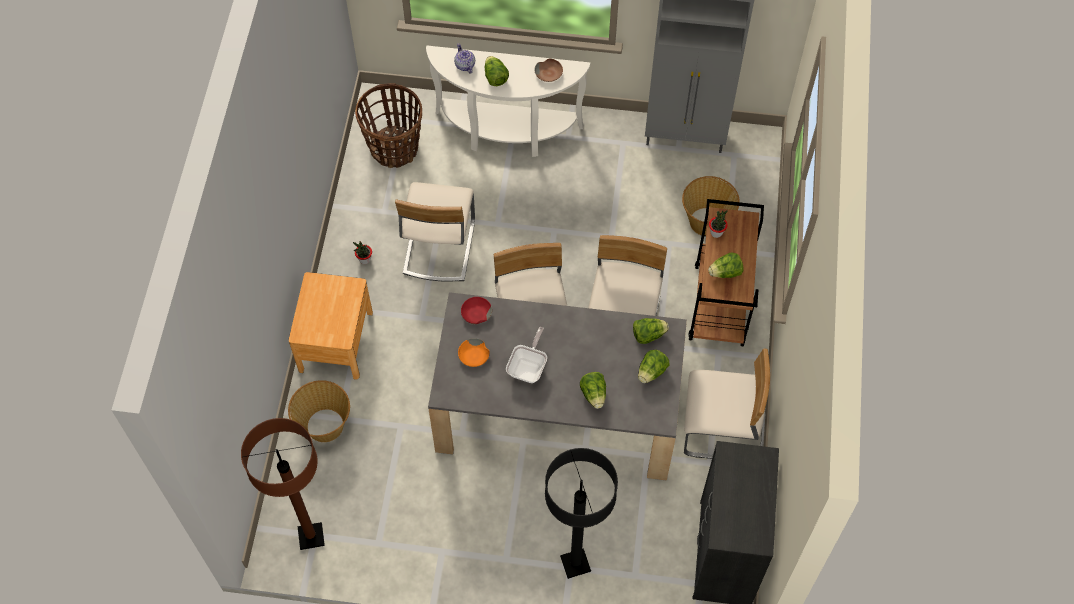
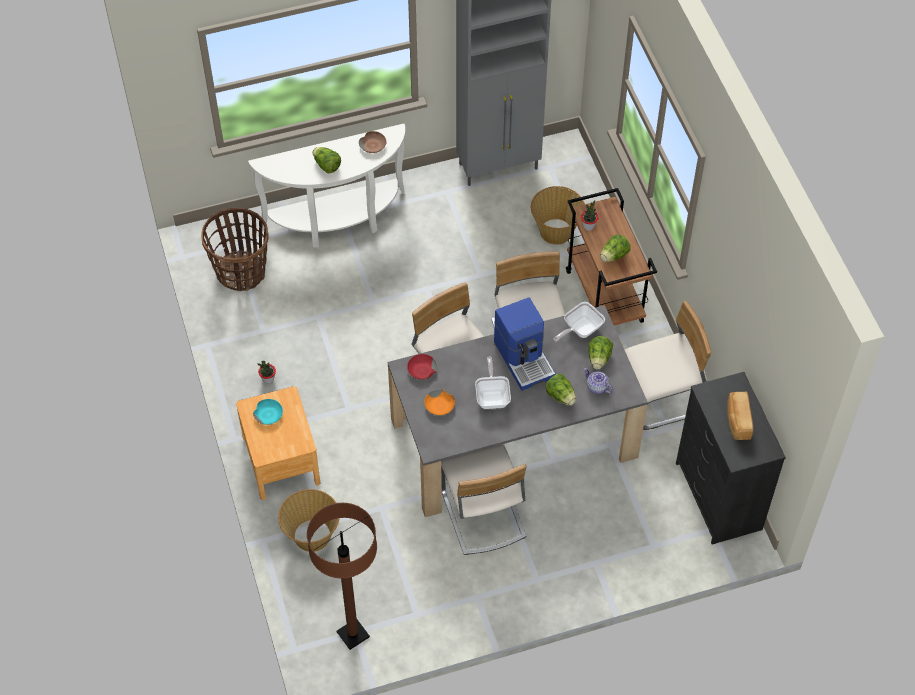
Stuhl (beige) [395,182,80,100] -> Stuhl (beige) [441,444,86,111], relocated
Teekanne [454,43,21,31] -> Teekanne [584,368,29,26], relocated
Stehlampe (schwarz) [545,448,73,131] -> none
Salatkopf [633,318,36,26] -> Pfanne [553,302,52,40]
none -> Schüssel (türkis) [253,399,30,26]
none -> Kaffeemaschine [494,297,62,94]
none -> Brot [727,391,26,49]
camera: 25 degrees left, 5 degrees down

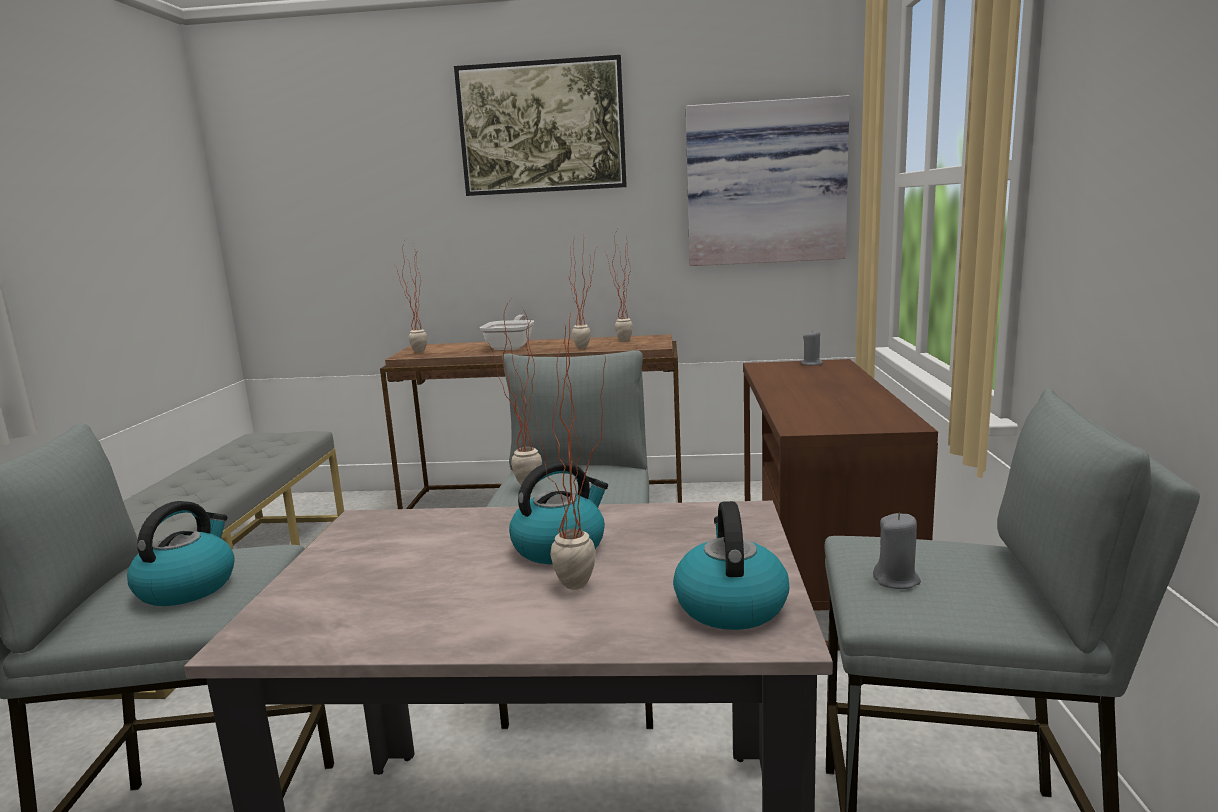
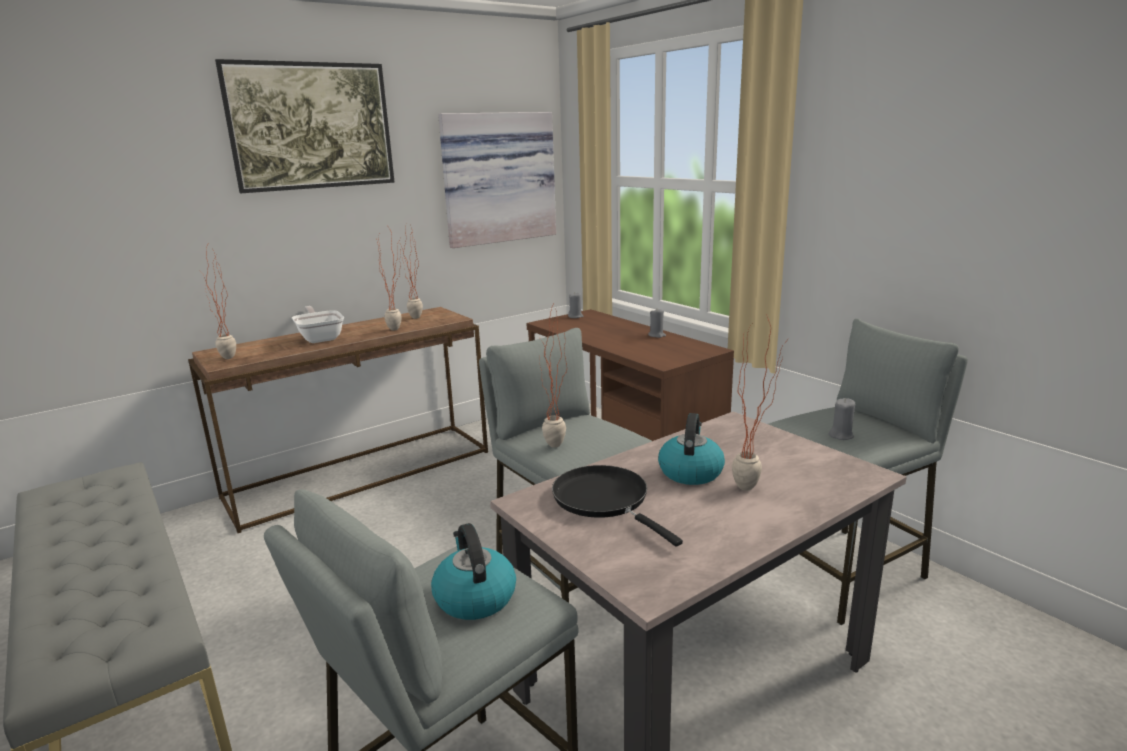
Wasserkessel [673,501,116,129] -> none
none -> Pfanne (schwarz) [552,465,131,82]
none -> Kerze (grau) [648,309,18,29]
camera: 40 degrees left, 5 degrees up

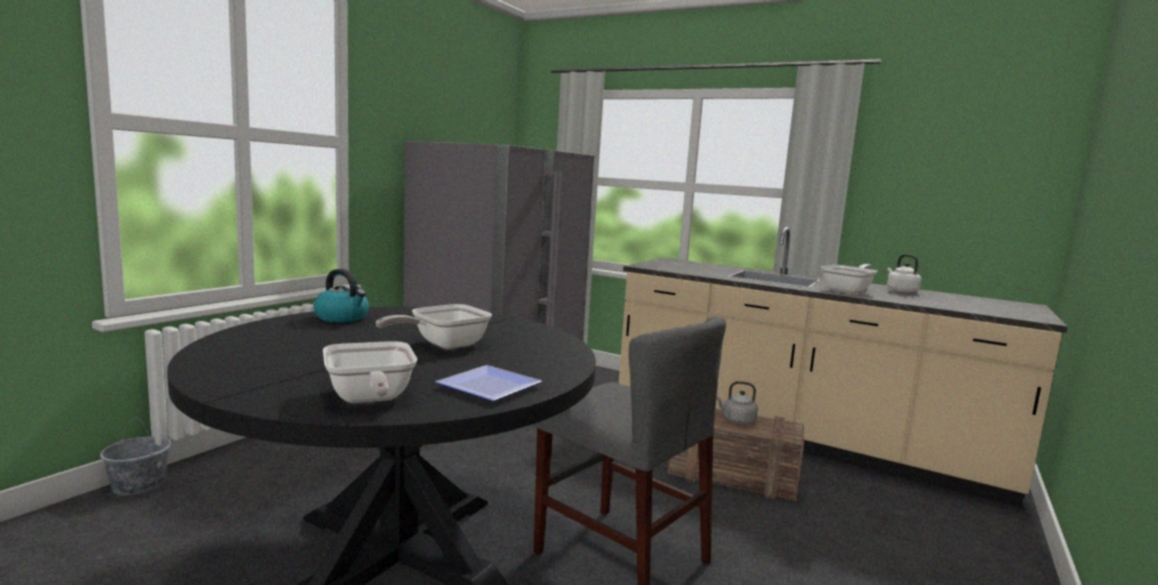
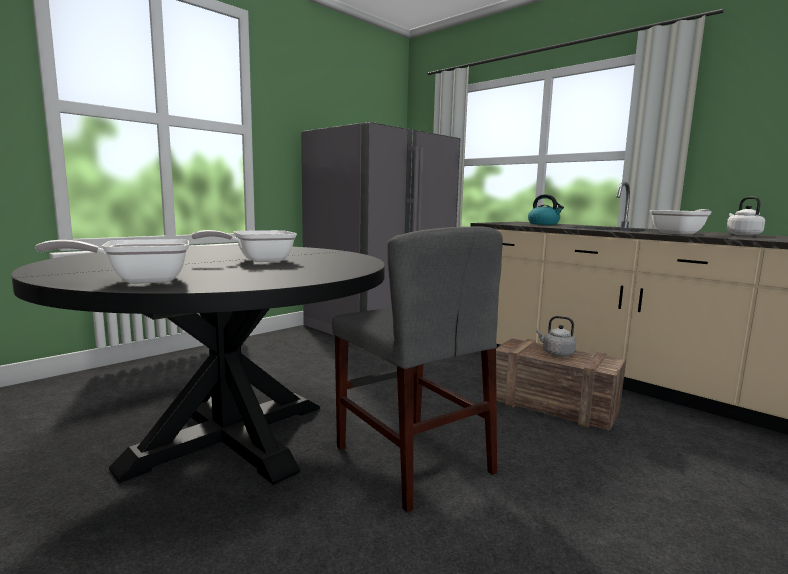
Eimer (grau) [100,418,71,78] -> none
Wasserkessel [314,269,55,53] -> Wasserkessel [528,194,36,31], relocated
Pfanne [323,341,94,62] -> Pfanne [35,239,154,45], 75 degrees clockwise
Teller [435,365,108,36] -> none
camera: 15 degrees right, 0 degrees up

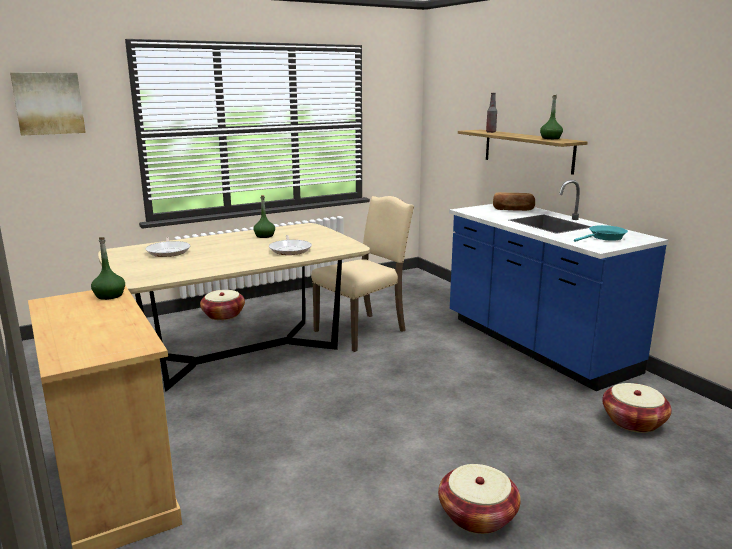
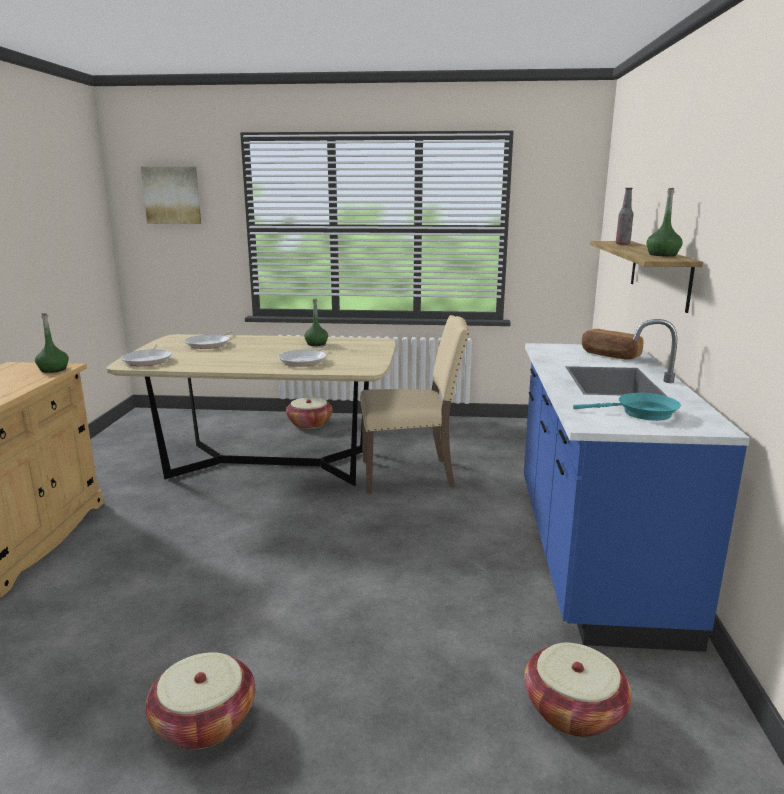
none -> Pfanne [121,345,51,21]
camera: 35 degrees right, 0 degrees up

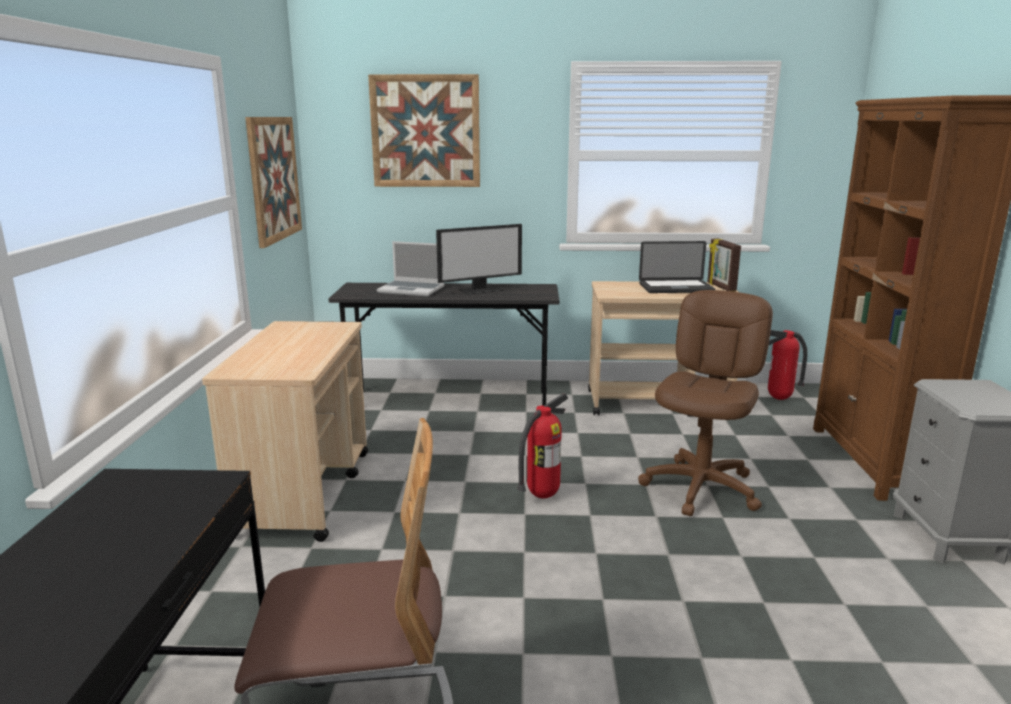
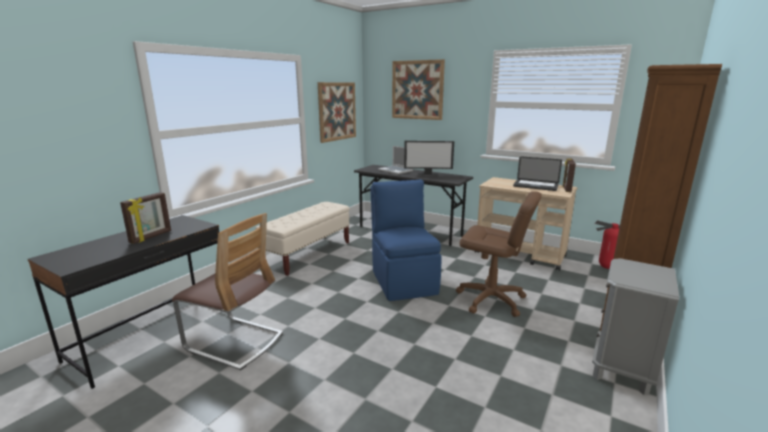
Rollwagen (beige) [202,321,166,221] -> Bank (beige) [255,202,95,74]
Feuerlöscher [517,393,51,105] -> Stuhl (blau) [370,179,71,122]
Bürostuhl (braun) [638,290,135,226] -> Bürostuhl (braun) [456,192,86,125], 60 degrees clockwise
none -> Bilderrahmen [120,192,51,52]
camera: 30 degrees right, 0 degrees up

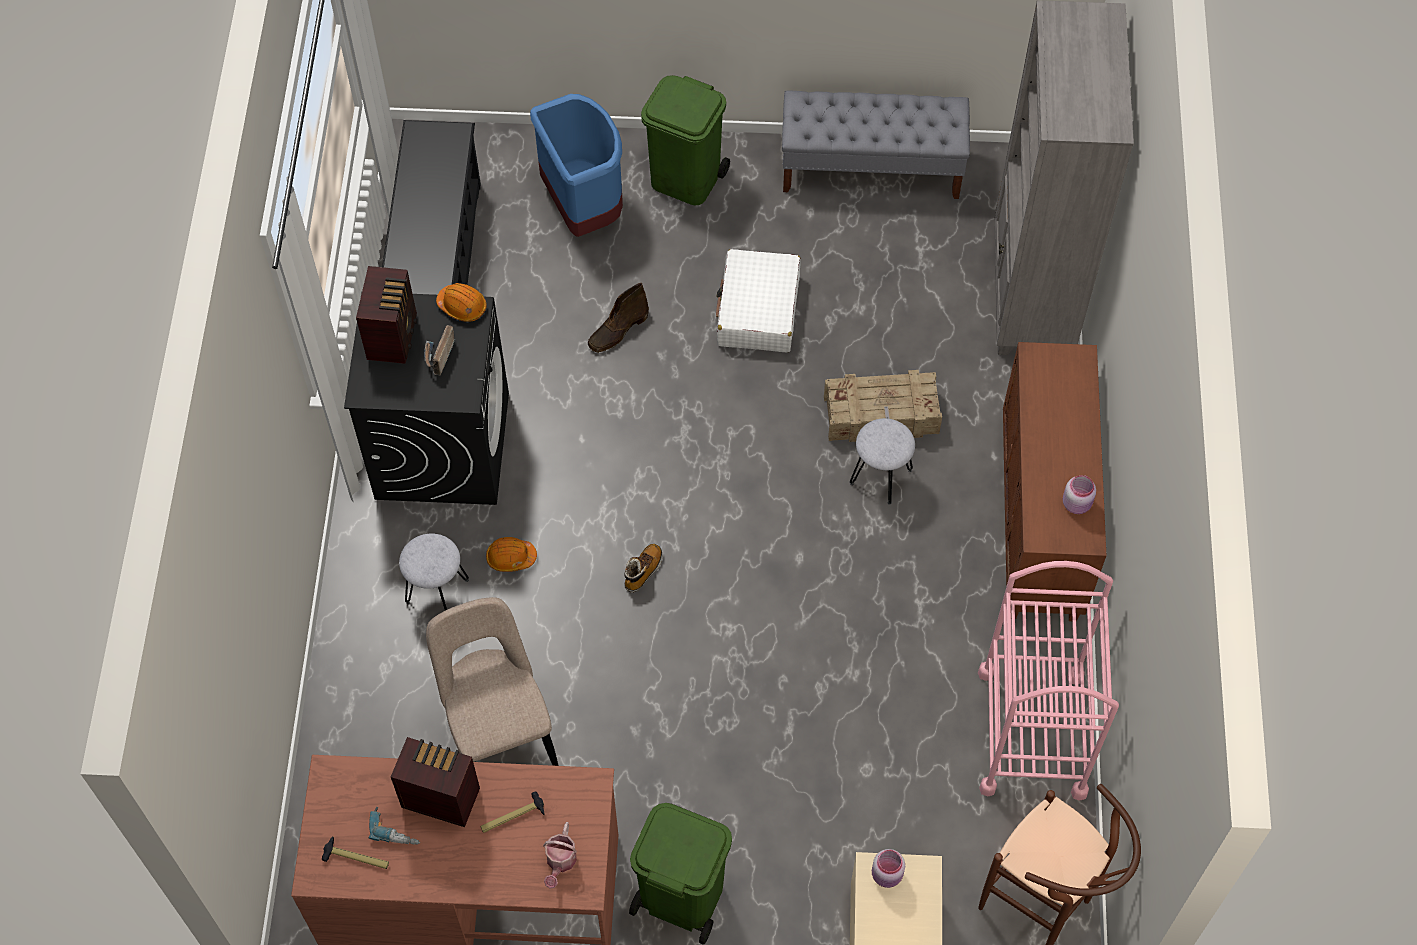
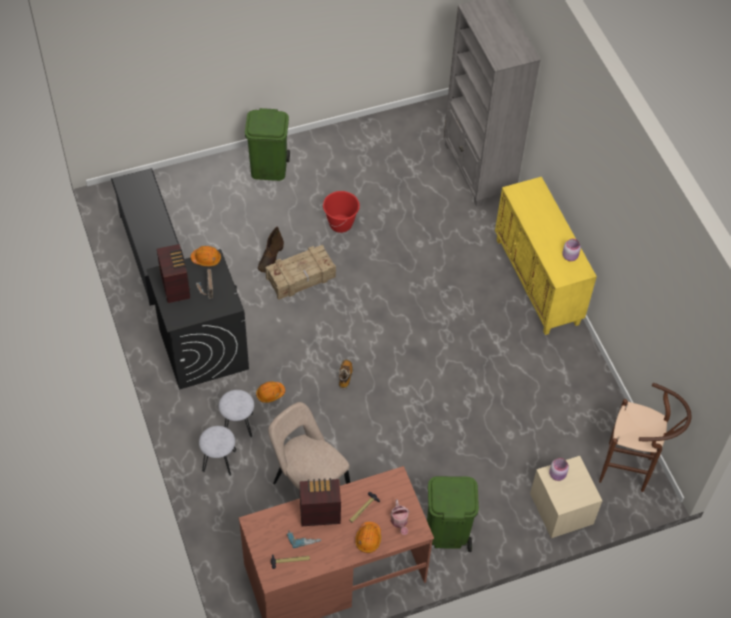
Mülleimer (blau) [530,94,93,143] -> none
Koffer (weiß) [716,249,85,103] -> Eimer (rot) [323,191,37,42]
Bank (grau) [782,91,188,108] -> none
Kiste [824,370,118,72] -> Kiste [265,245,71,55], relocated
Hocker (grau) [850,418,65,87] -> Hocker (grau) [199,426,37,50], relocated
Rollwagen (rosa) [978,561,141,240] -> none
Schrank (braun) [1003,342,103,280] -> Schrank (gelb) [495,177,102,158]
none -> Schutzhelm (orange) [355,522,26,31]
camera: 25 degrees left, 5 degrees down

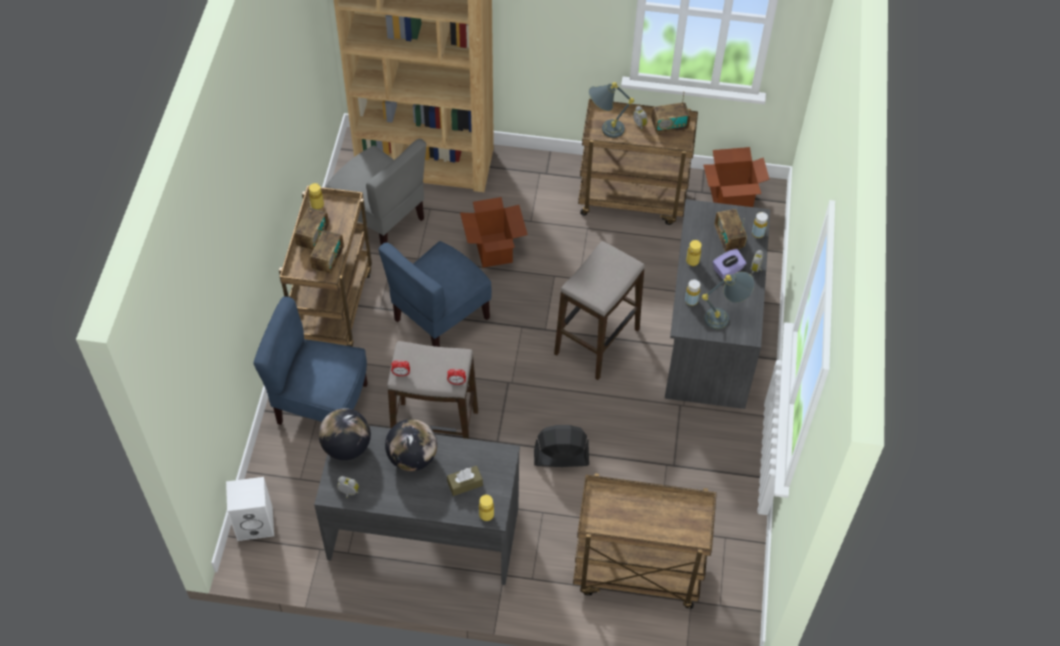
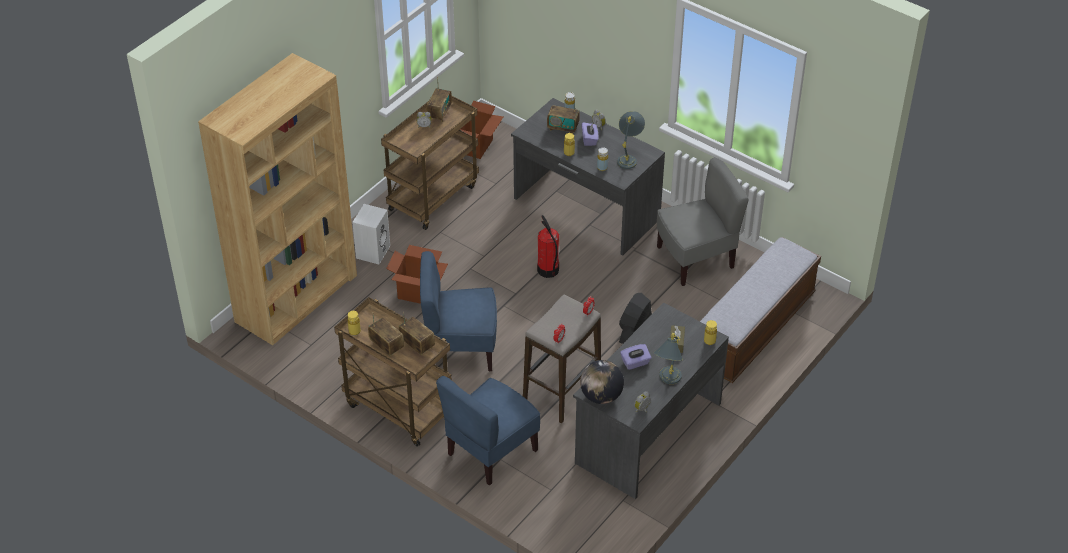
Lautsprecher (weiß) [226,477,48,64] -> Lautsprecher (weiß) [352,204,38,60], relocated
Stuhl (grau) [326,139,100,106] -> Stuhl (grau) [657,157,92,129], relocated
Stuhl (blau) [378,241,114,106] -> Stuhl (blau) [420,251,77,120], 105 degrees clockwise
Globus [385,419,52,52] -> Taschentuchbox (lila) [620,344,31,26]
Hocker [554,241,91,139] -> Feuerlöscher [537,215,22,63]
Rollwagen (braun) [573,473,144,136] -> Bank [700,237,121,146]
Tischlampe (grau) [589,82,45,56] -> Tischlampe (grau) [654,333,29,51], relocated
camera: 60 degrees left, 10 degrees down

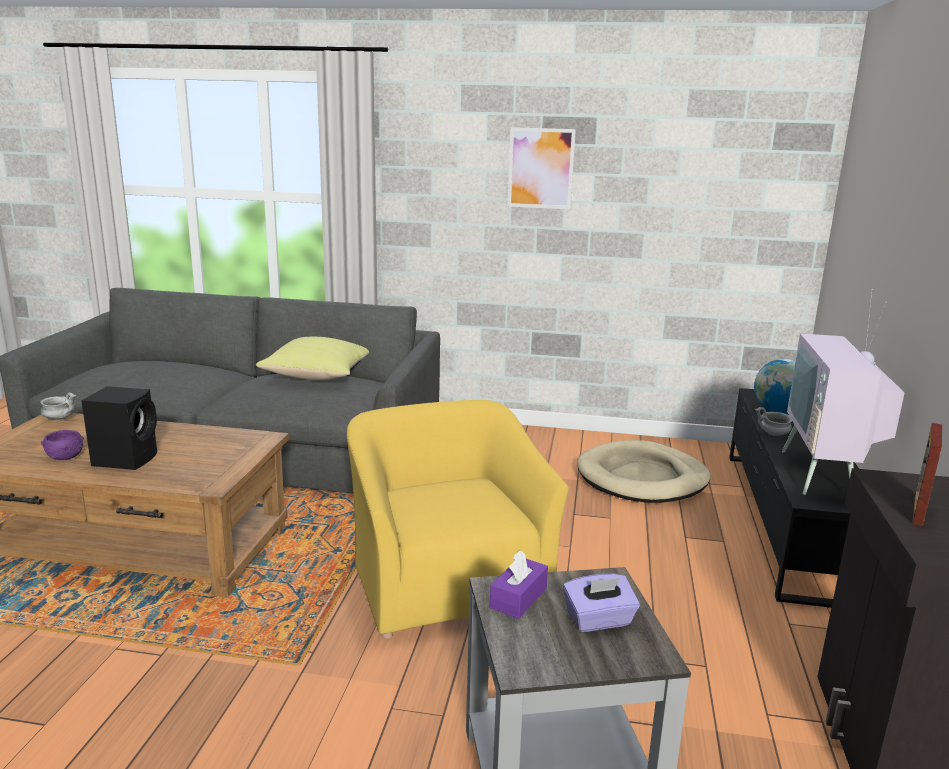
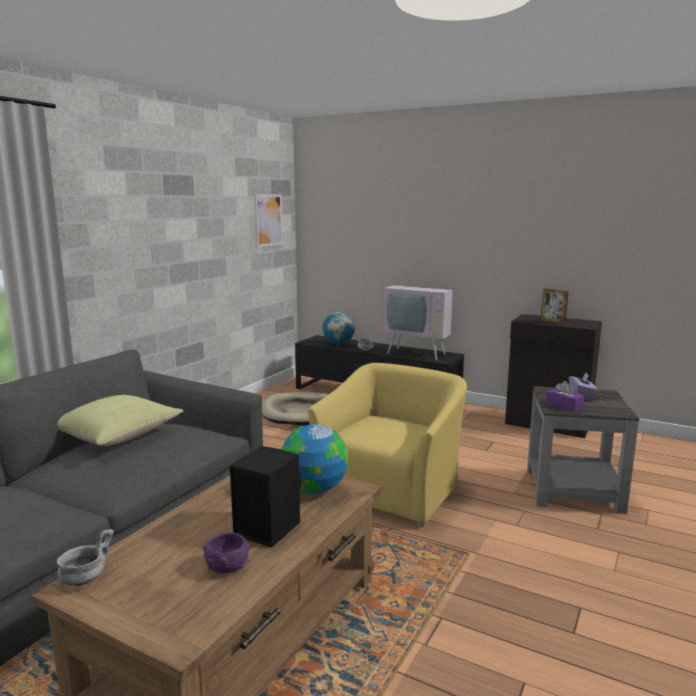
Sessel (gelb) [347,400,222,239] -> Sessel (gelb) [308,363,159,164], 120 degrees clockwise
Bild [507,127,69,82] -> Bild [255,194,28,53], relocated
none -> Globus [282,424,66,70]
camera: 70 degrees left, 5 degrees down

